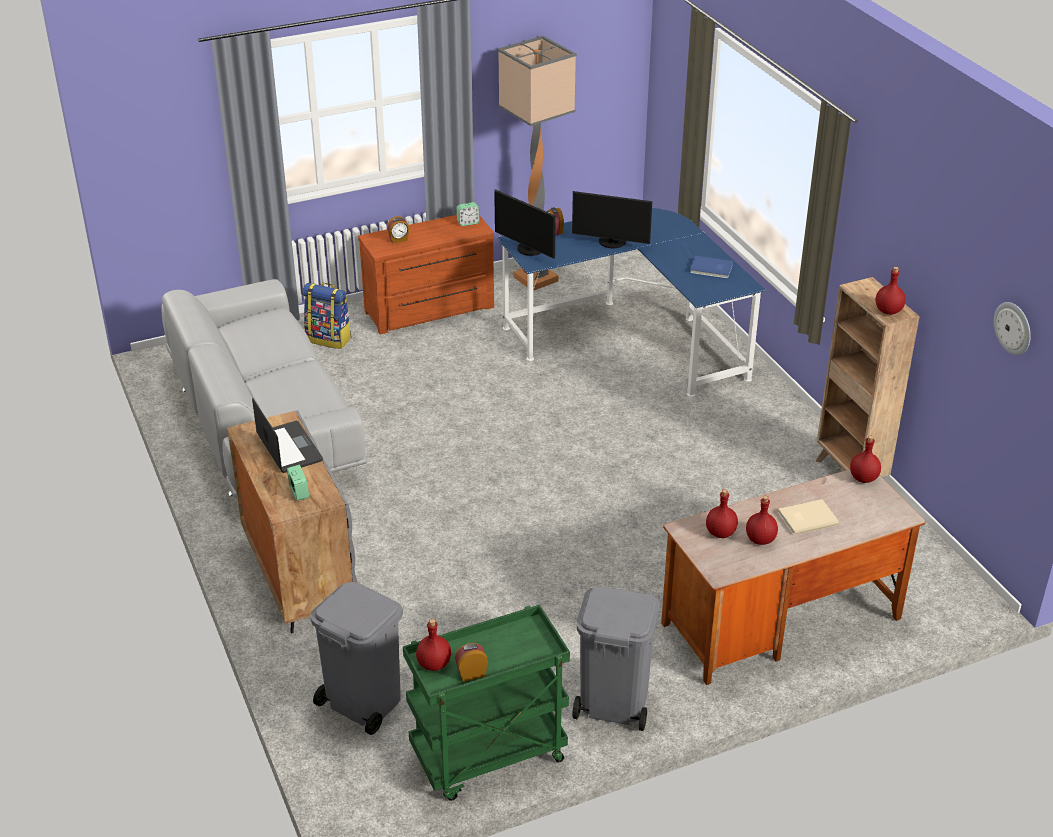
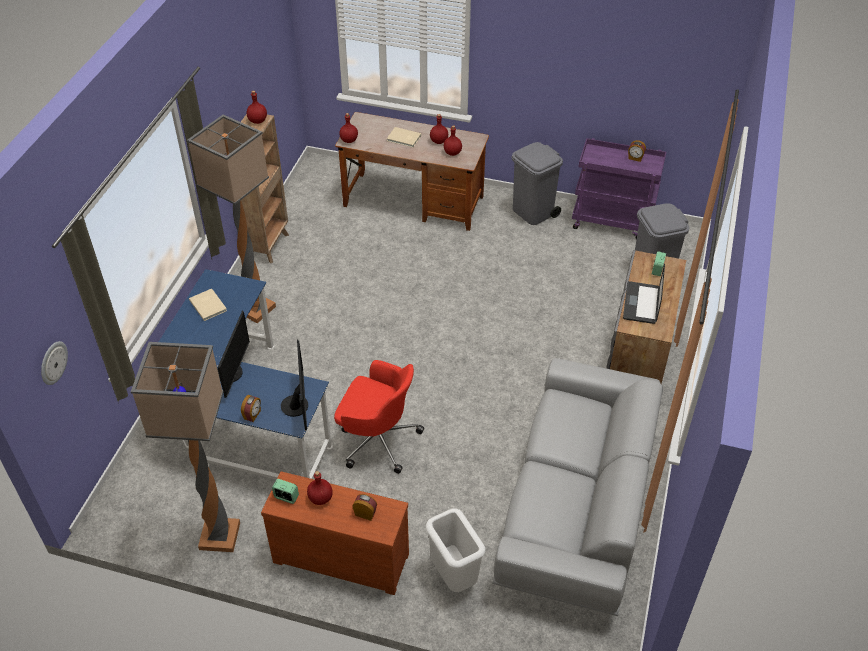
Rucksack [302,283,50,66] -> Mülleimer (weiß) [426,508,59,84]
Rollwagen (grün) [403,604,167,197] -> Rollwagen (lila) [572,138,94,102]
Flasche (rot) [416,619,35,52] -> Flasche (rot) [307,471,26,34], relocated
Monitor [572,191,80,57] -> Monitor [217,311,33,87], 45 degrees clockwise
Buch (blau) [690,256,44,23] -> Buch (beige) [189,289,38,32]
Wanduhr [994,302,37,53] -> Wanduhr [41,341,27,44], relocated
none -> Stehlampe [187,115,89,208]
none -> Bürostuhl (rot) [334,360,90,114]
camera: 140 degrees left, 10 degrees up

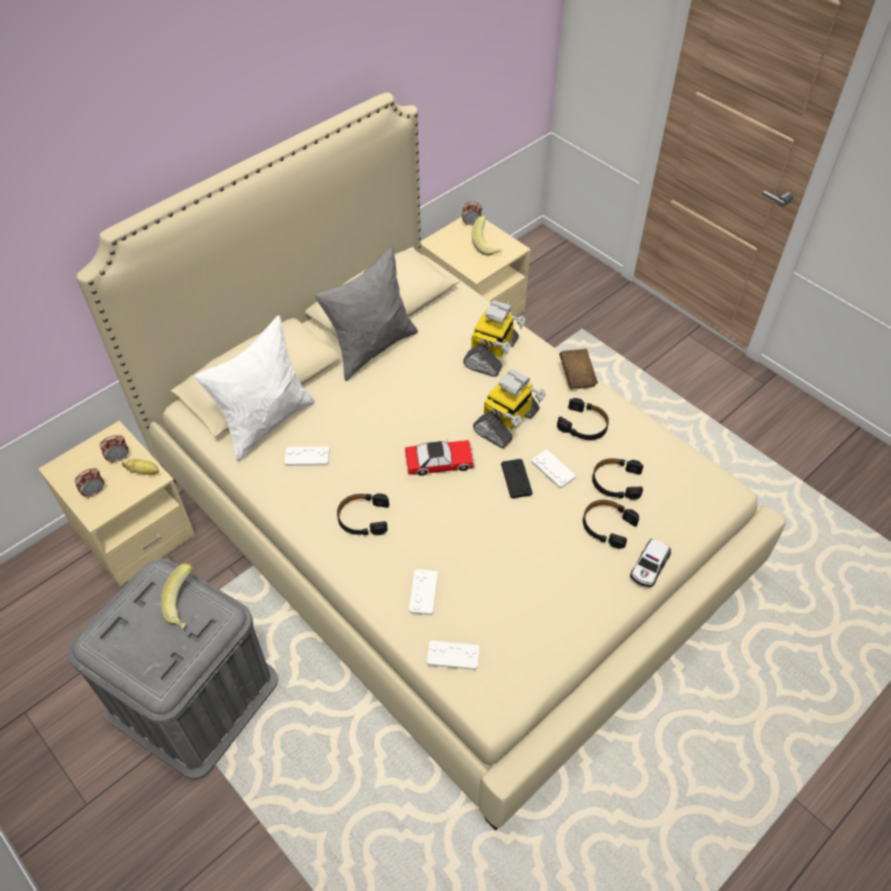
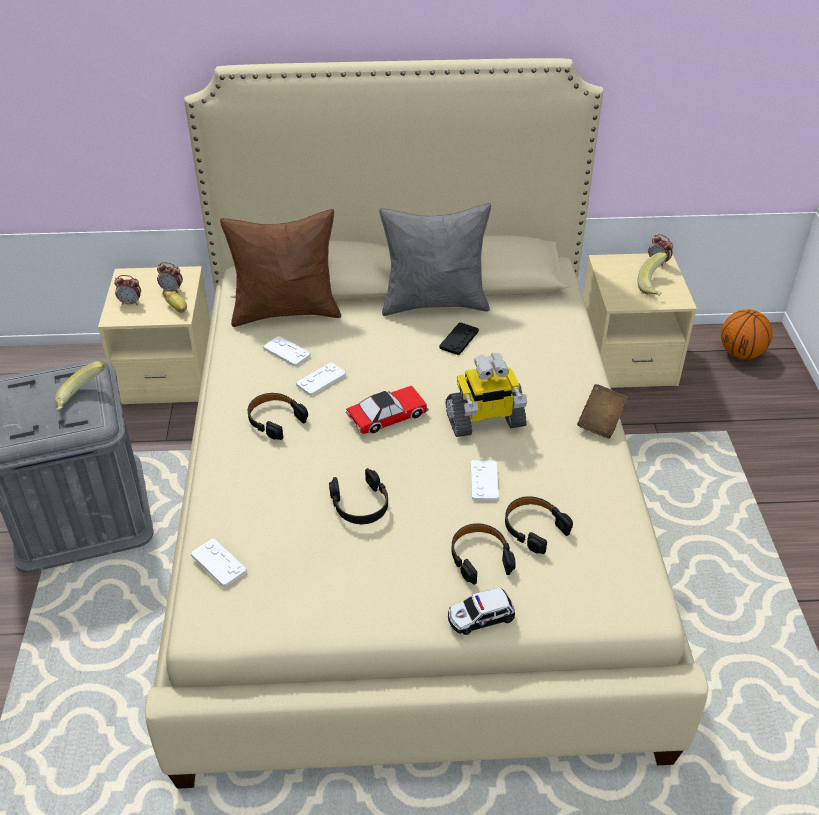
Kissen (weiß) [194,315,121,147] -> Kissen (braun) [220,209,121,118]
Spielzeugauto [405,439,70,37] -> Spielzeugauto [346,386,83,48], 60 degrees counterclockwise
Gamepad (weiß) [409,569,29,46] -> Gamepad (weiß) [296,362,50,34], relocated
Spielzeugroboter [463,300,63,77] -> none
Gamepad (schwarz) [501,459,32,39] -> Gamepad (schwarz) [439,322,40,33], relocated
Kopfhörer (schwarz) [557,398,52,42] -> Kopfhörer (schwarz) [329,468,59,56], relocated
none -> Basketball [721,309,52,50]
camera: 40 degrees right, 10 degrees down

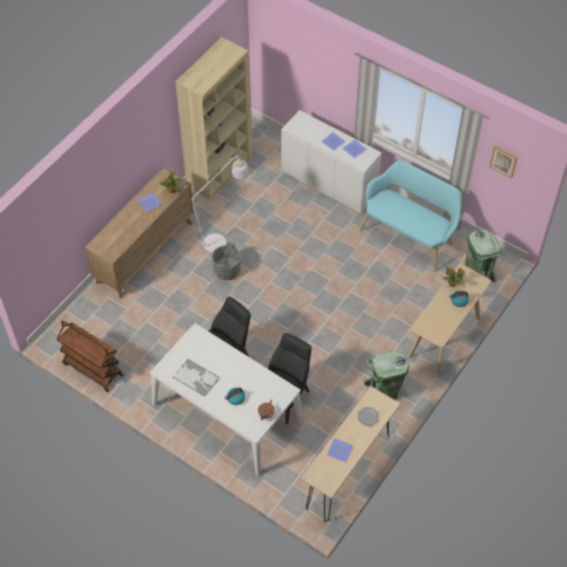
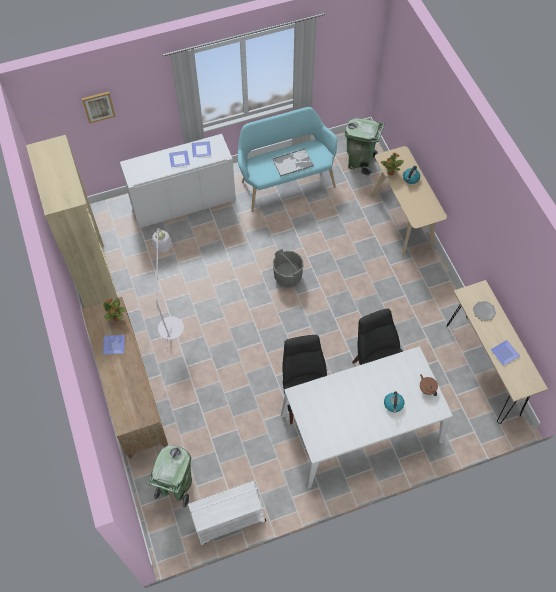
Rollwagen (braun) [56,321,67,71] -> Rollwagen (weiß) [188,481,78,64]
Tablett [173,359,47,38] -> Tablett [272,149,42,28], relocated
Eimer (grau) [212,242,29,38] -> Eimer (grau) [273,249,31,39], relocated
Mülleimer (grün) [364,351,45,49] -> Mülleimer (grün) [148,445,44,63], relocated
Bild [489,146,29,33] -> Bild [82,91,34,33], relocated
camera: 55 degrees left, 5 degrees up

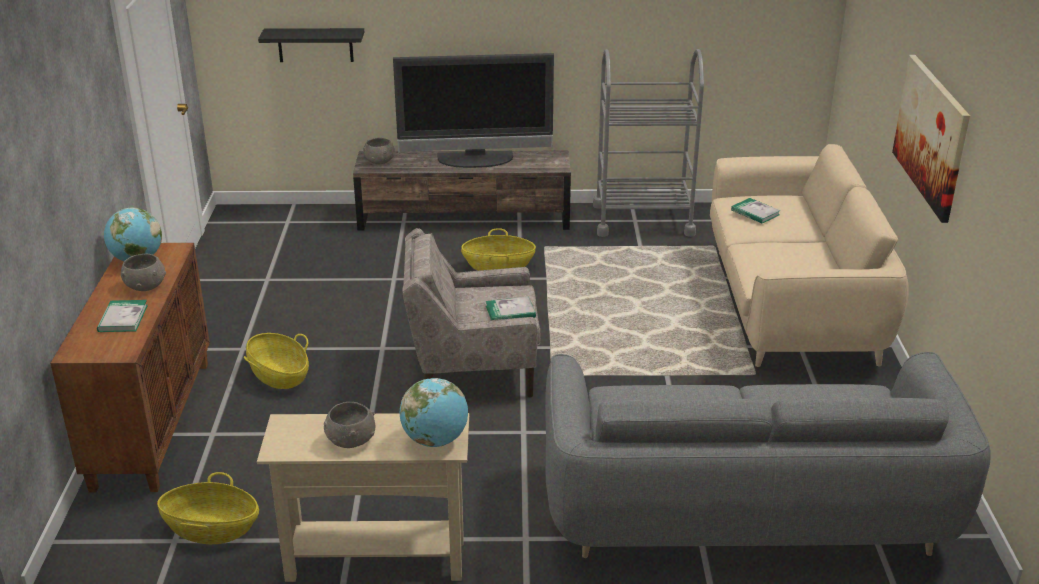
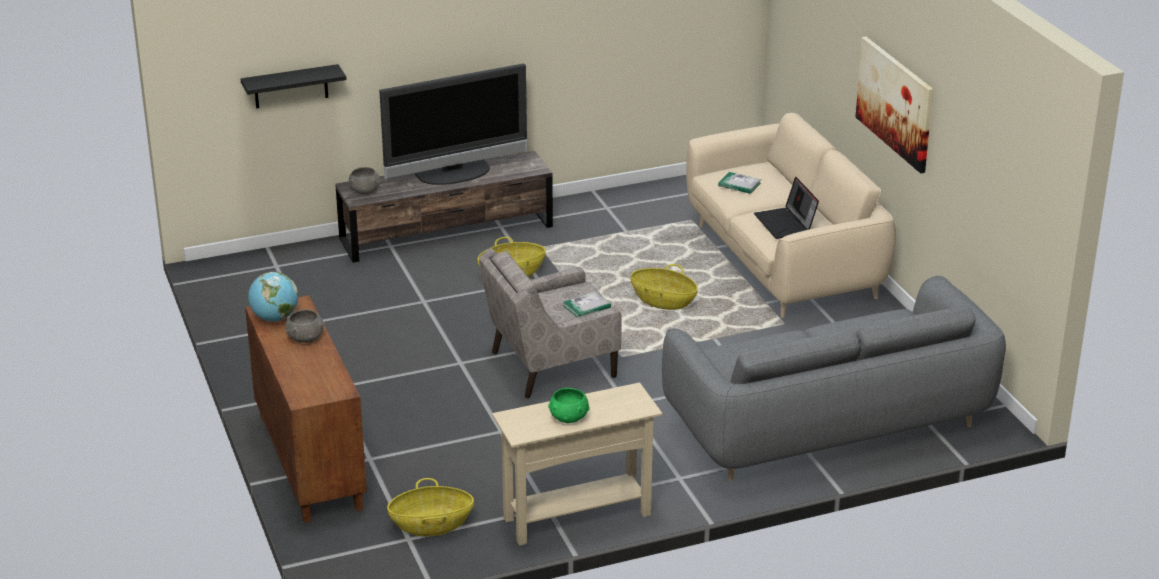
Buch [97,300,51,32] -> none
Korb [244,333,65,56] -> Korb [631,264,67,46], relocated
Schüssel (grau) [324,402,51,46] -> Schüssel (grün) [548,388,42,35]
Globus [400,378,68,69] -> none
Rollwagen (grau) [593,49,111,188] -> none
none -> Laptop [754,177,65,62]
camera: 20 degrees left, 0 degrees up

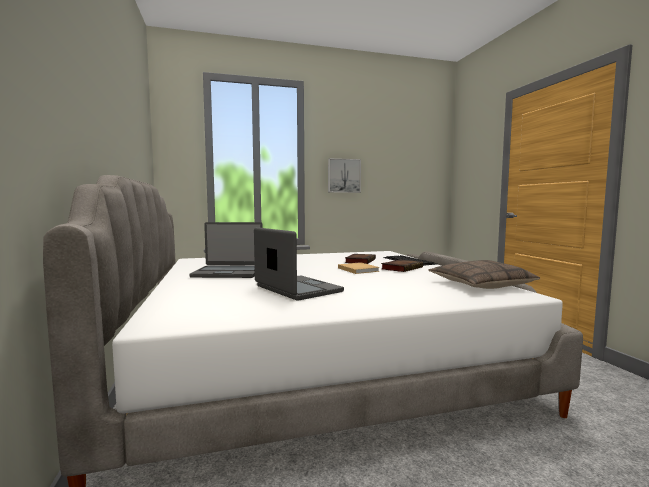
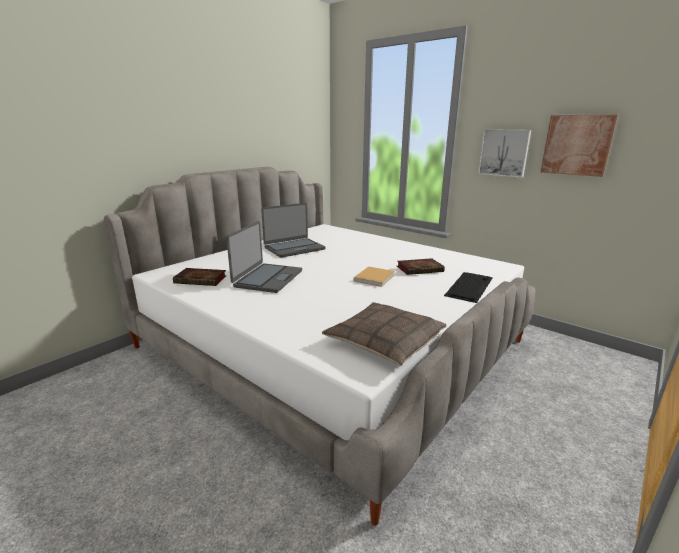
Laptop [189,222,74,56] -> Laptop [261,203,64,55], 90 degrees counterclockwise
Buch [381,260,42,12] -> Buch [173,268,54,18], relocated
none -> Bild [541,115,77,62]
camera: 55 degrees right, 15 degrees up

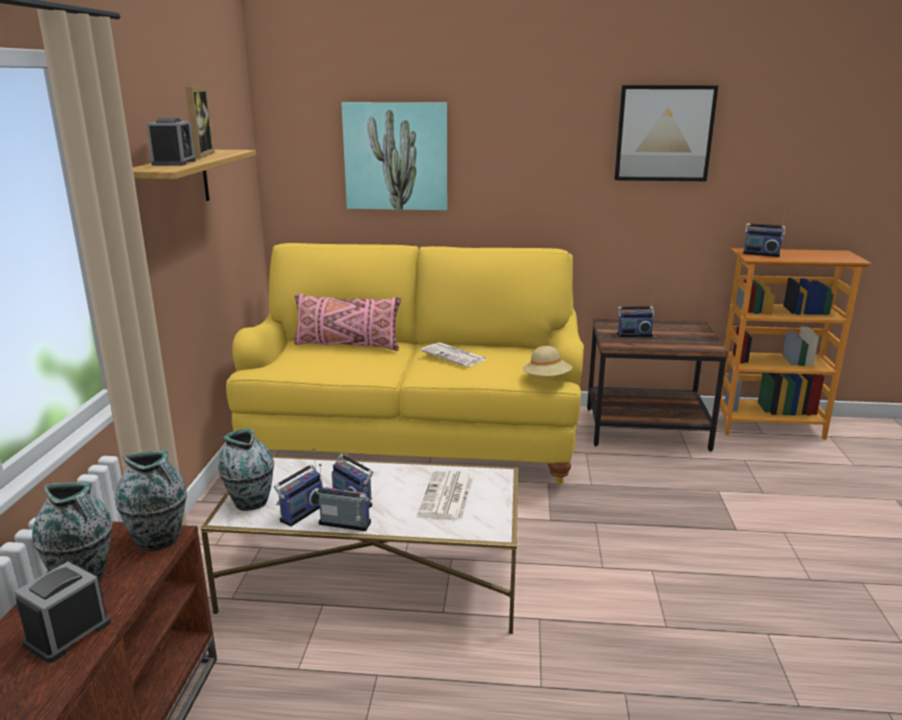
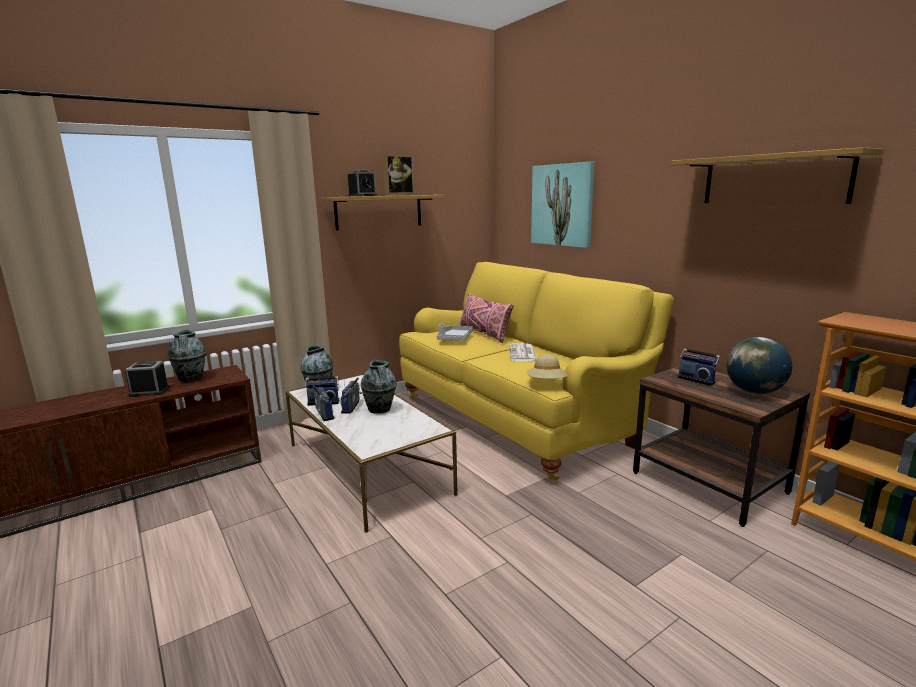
Vase [115,450,72,101] -> Vase [361,359,35,55], relocated
Zeitung [418,470,55,51] -> none
Bild [614,85,105,96] -> Wandregal [671,147,213,57]
Radio [743,211,43,46] -> none
none -> Tablett (grau) [437,324,36,17]
none -> Globus [726,337,66,57]
camera: 50 degrees right, 5 degrees down

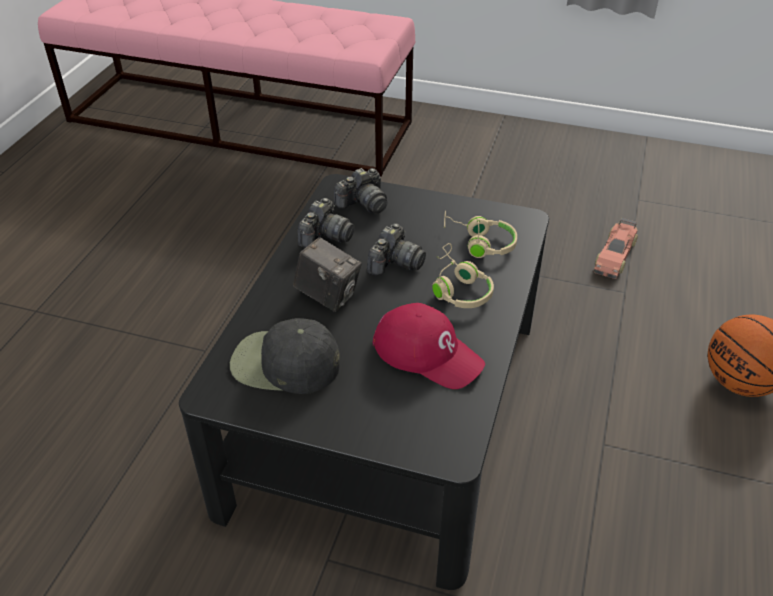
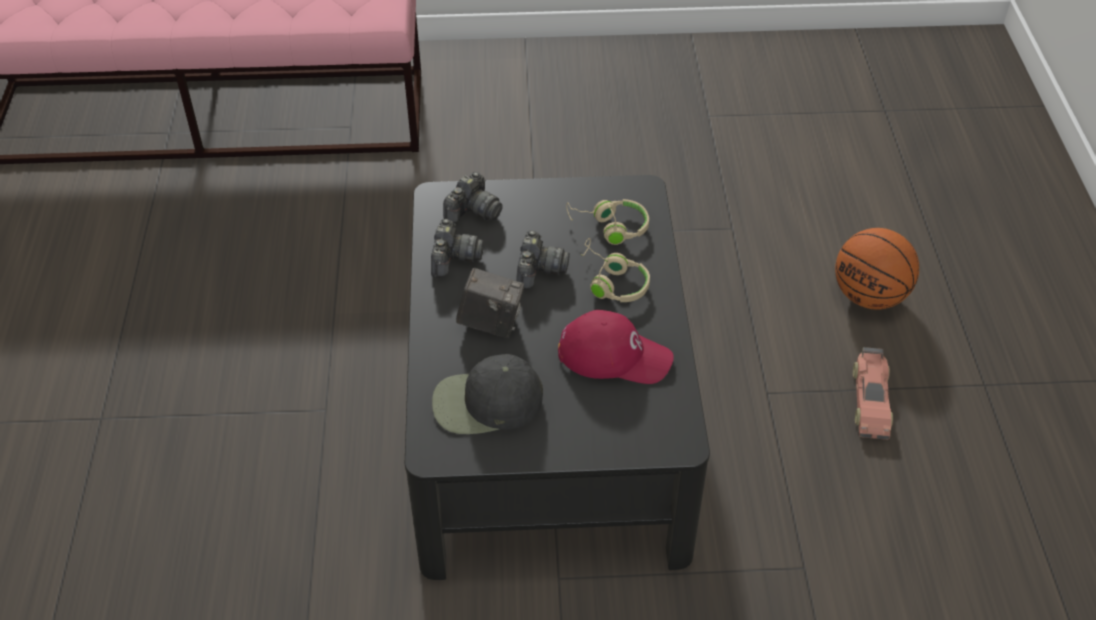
Spielzeugauto [594,218,44,61] -> Spielzeugauto [853,347,40,93], relocated
camera: 20 degrees left, 5 degrees up

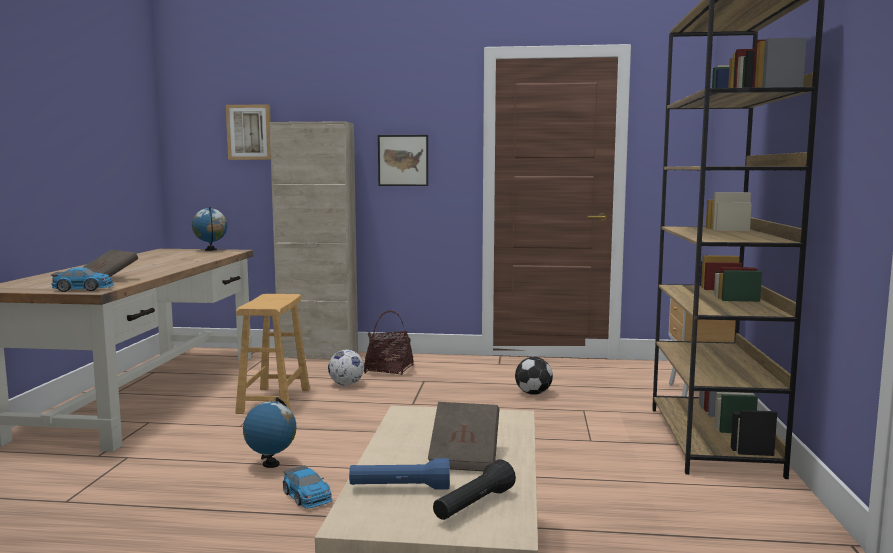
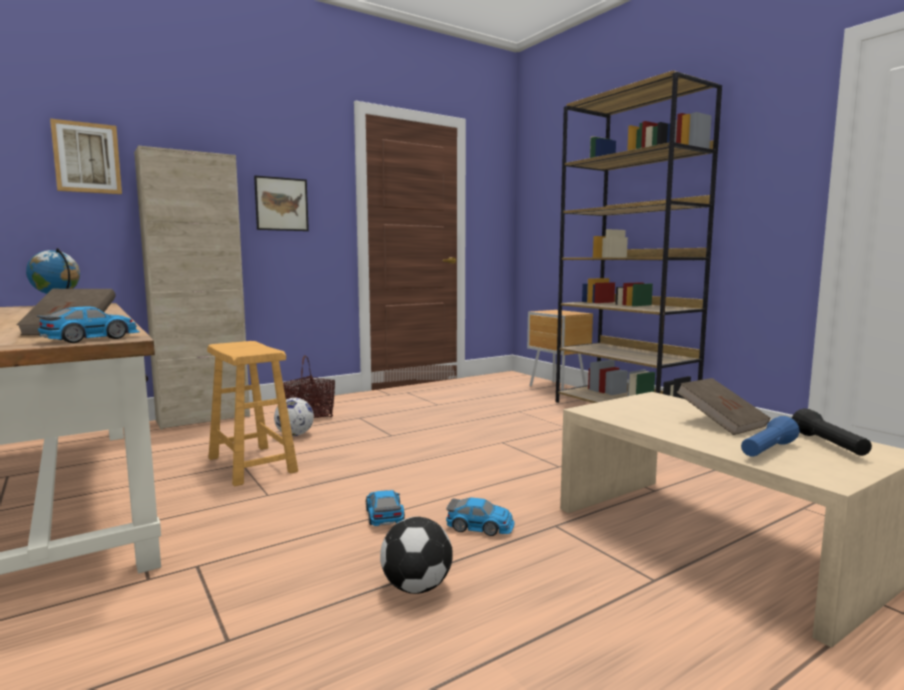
Globus [243,397,53,71] -> Spielzeugauto [366,490,39,36]
Fußball [515,357,38,38] -> Fußball [380,517,73,77], relocated
camera: 40 degrees left, 0 degrees up

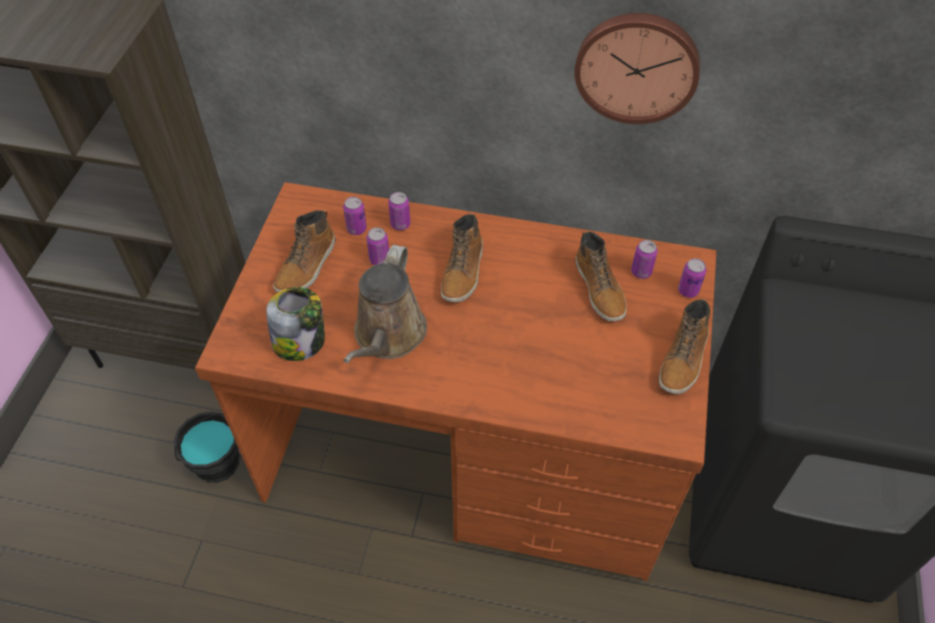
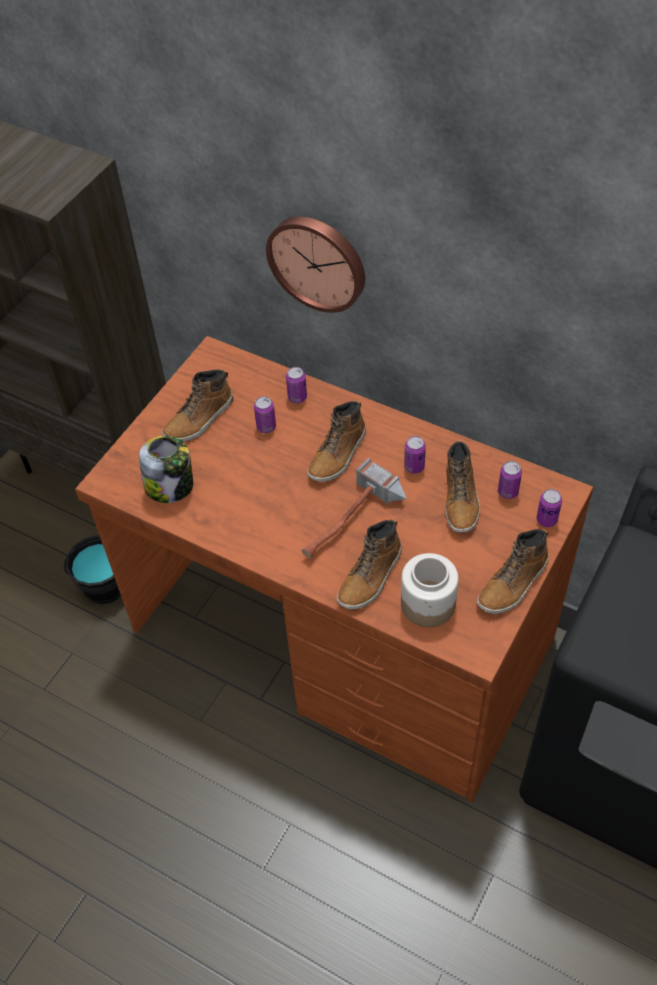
Dose [343,197,24,38] -> Dose [404,436,22,38], relocated
Gießkanne (braun) [343,245,84,118] -> none
Wanduhr [575,13,125,111] -> Wanduhr [266,216,99,97], relocated
none -> Hammer [301,458,106,100]
none -> Stiefel [337,519,65,91]
none -> Vorratsglas [401,553,58,74]
camera: 20 degrees right, 0 degrees up

